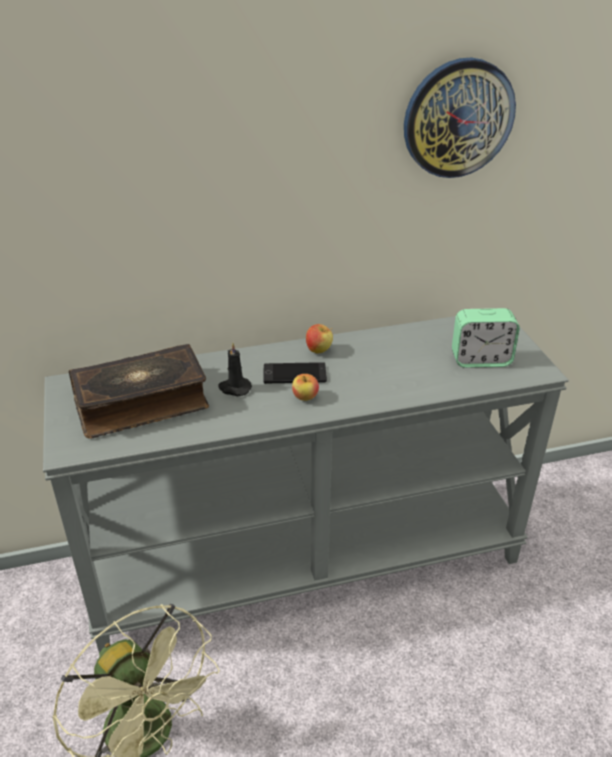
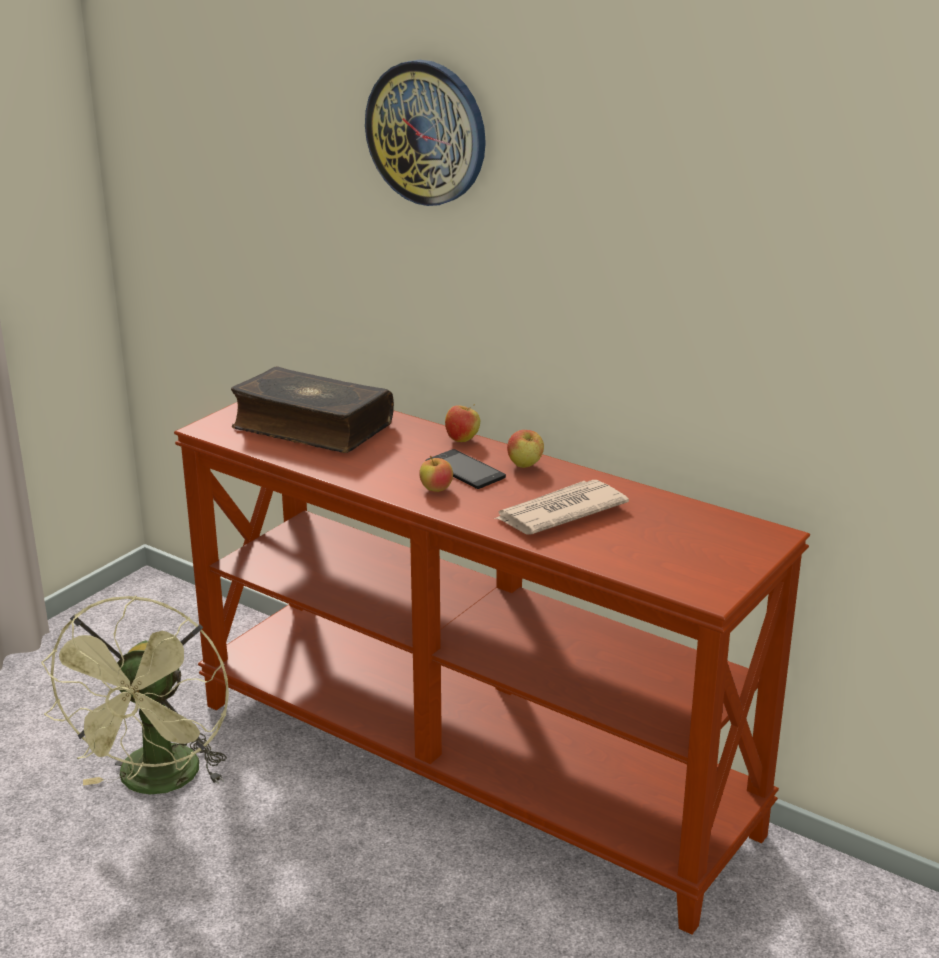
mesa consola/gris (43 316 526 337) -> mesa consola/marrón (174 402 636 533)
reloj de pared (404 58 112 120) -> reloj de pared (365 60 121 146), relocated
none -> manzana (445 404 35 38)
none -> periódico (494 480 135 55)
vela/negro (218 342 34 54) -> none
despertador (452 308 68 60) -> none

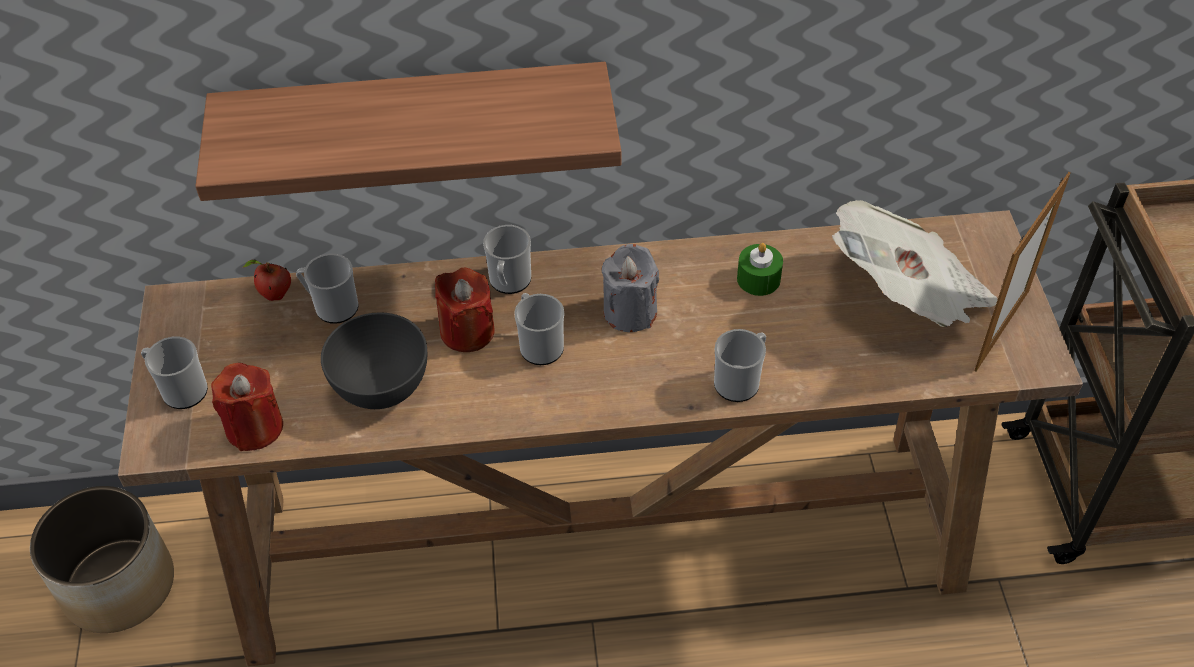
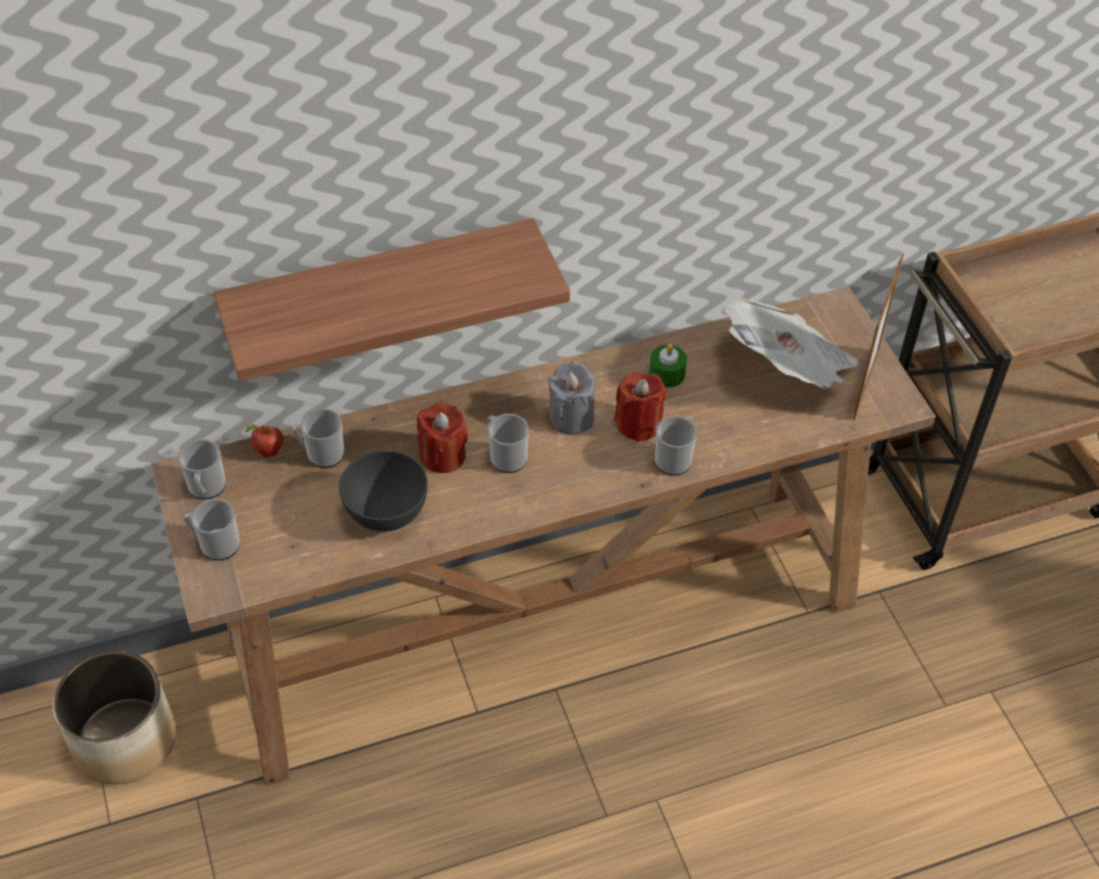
taza grande (483 225 48 69) -> taza grande (178 439 48 60), relocated
vela/rojo (211 363 72 88) -> vela/rojo (614 372 53 70), relocated

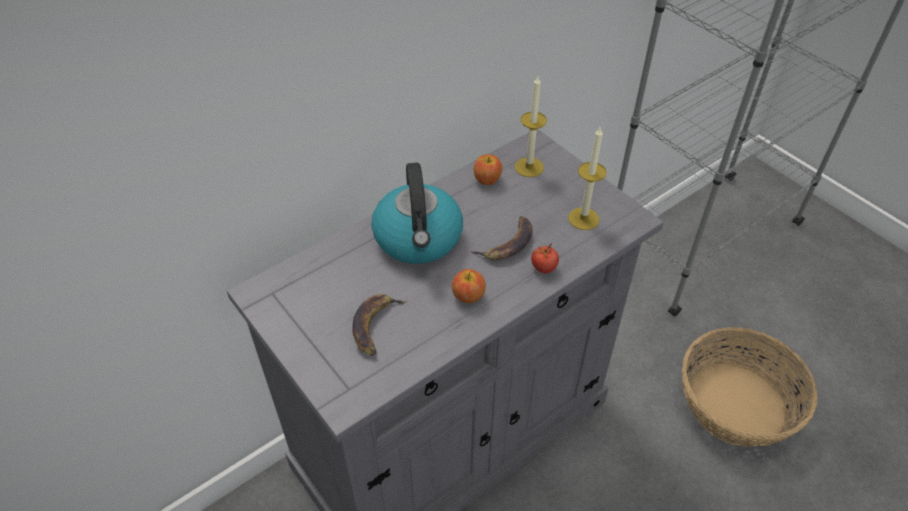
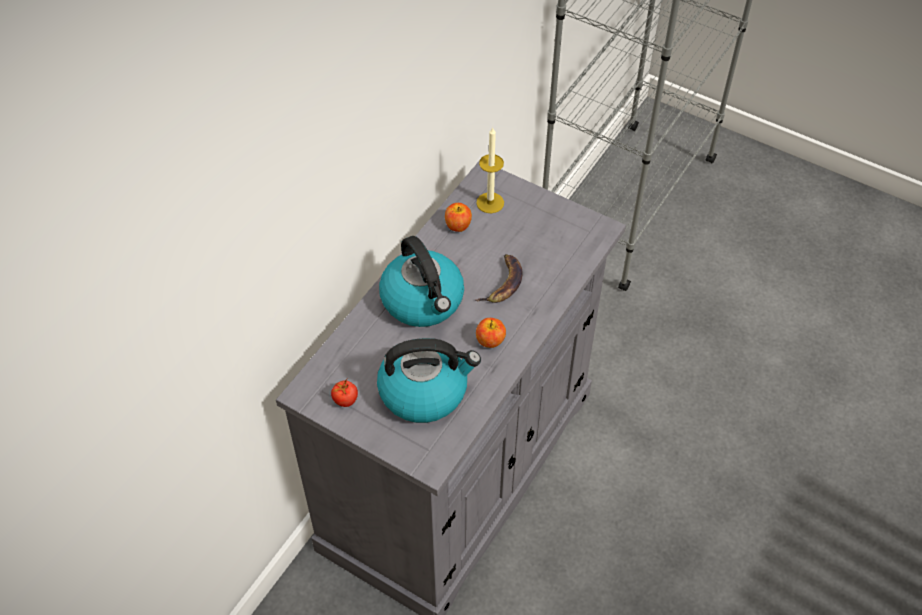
tomate (531 242 28 31) -> tomate (331 379 27 28), relocated
plátano (352 294 55 62) -> hervidor (377 338 104 85)
vela (568 127 39 103) -> none
cesta (682 327 136 120) -> none

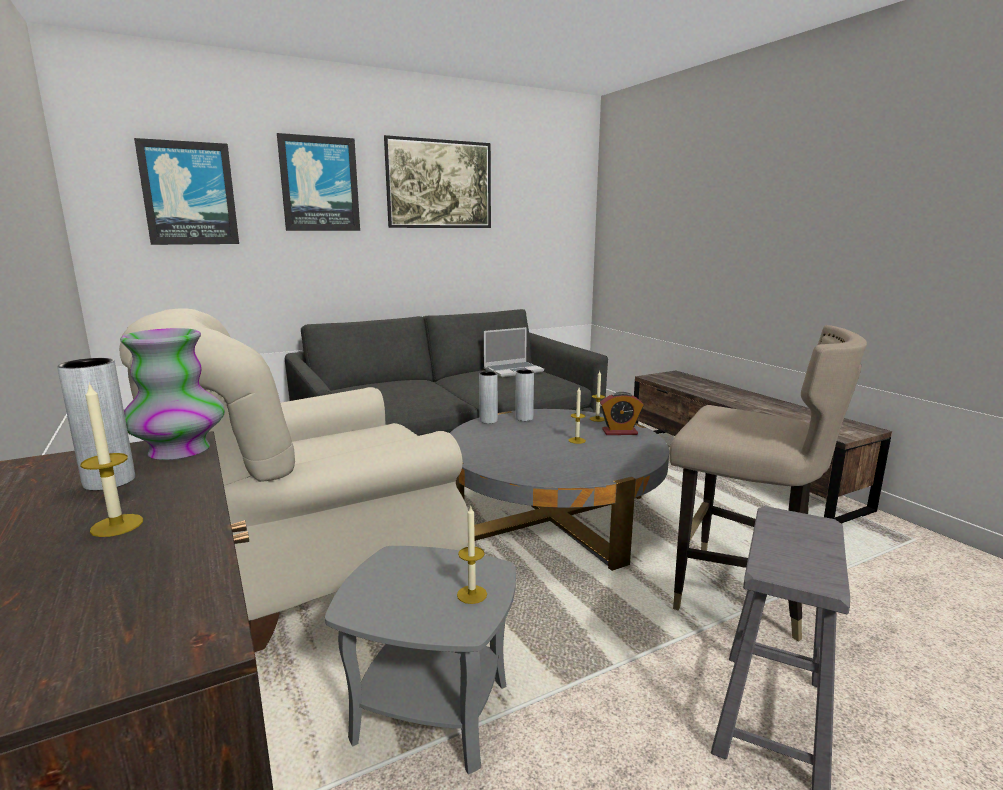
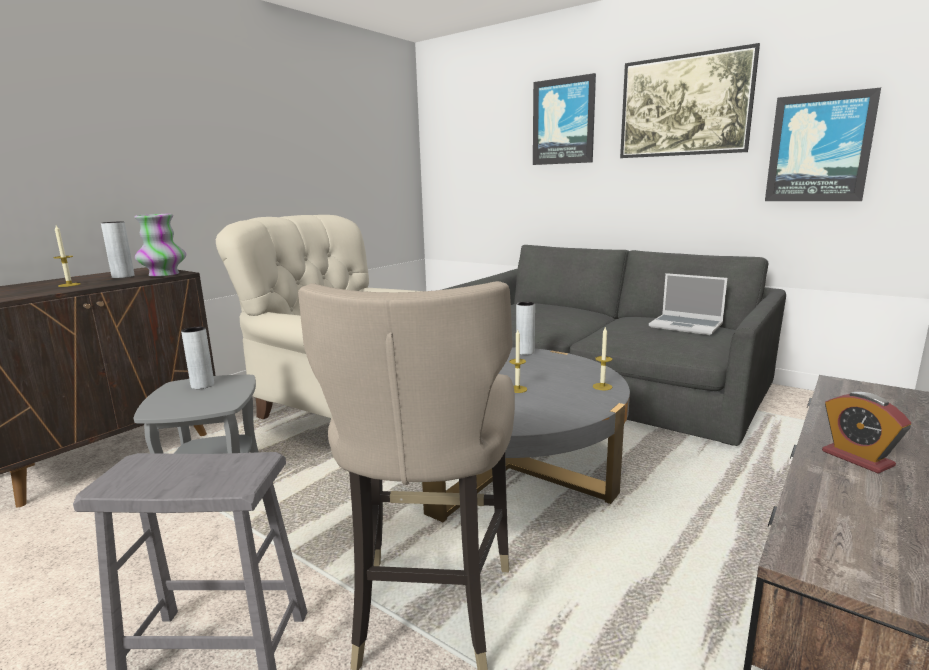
florero/gris (515 370 19 51) -> florero/gris (181 327 33 62), relocated
cuadro (134 138 105 107) -> cuadro (765 88 116 113), relocated
despertador (600 392 44 43) -> despertador (822 392 89 82), relocated
vela (457 506 30 98) -> none

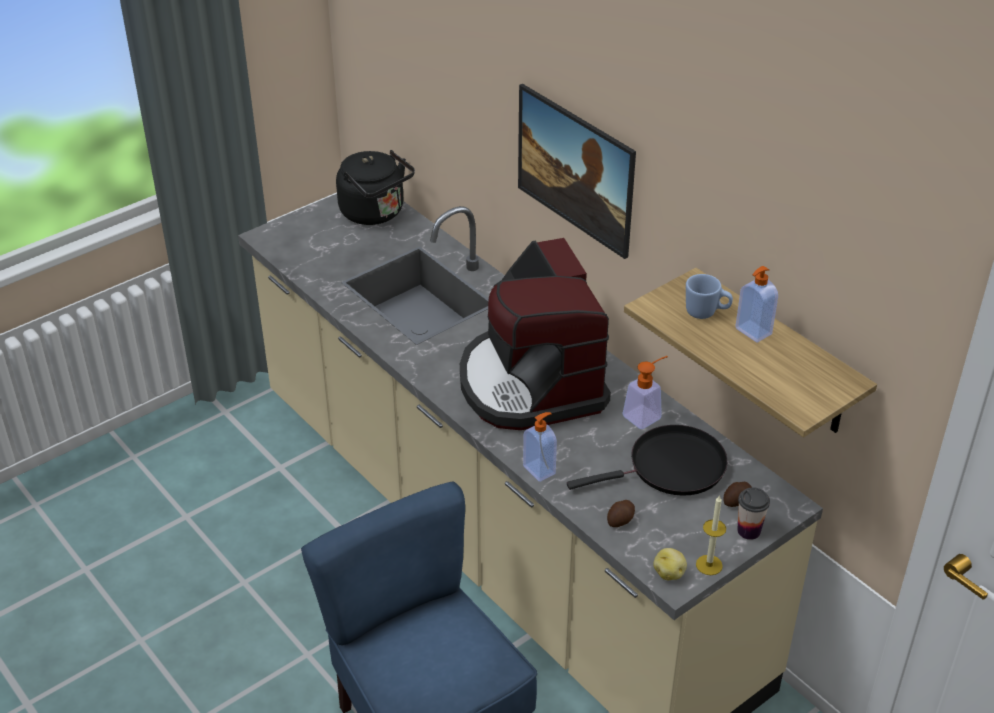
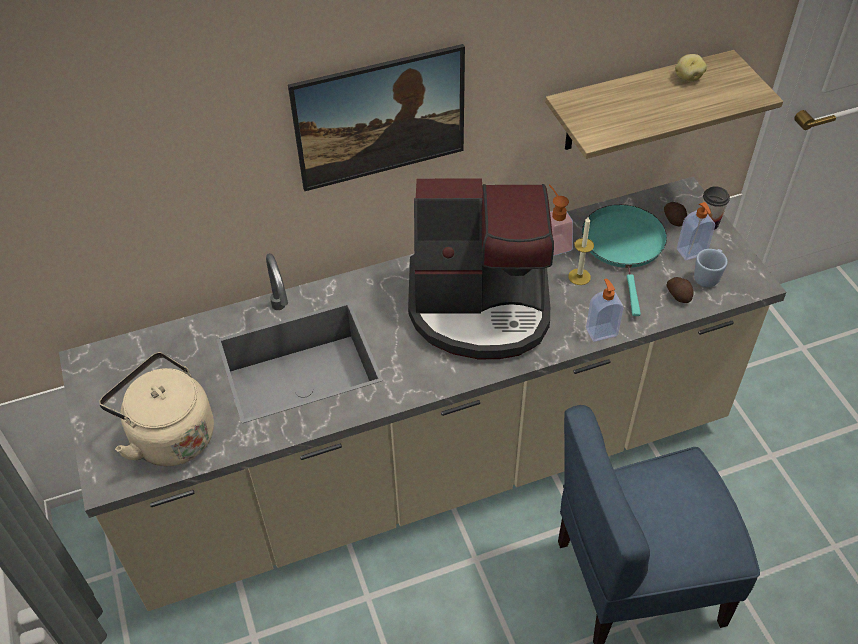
none -> hervidor/beis (99 352 115 114)
vela (696 495 30 80) -> vela (568 216 26 69), relocated
sartén/negro (567 425 161 71) -> sartén/turquesa (582 205 85 111)
patata (653 548 34 32) -> patata (675 54 32 27), relocated
dispensador de jabón (735 266 43 77) -> dispensador de jabón (677 202 38 58), relocated
taza grande/azul (686 274 47 45) -> taza grande/azul (694 249 34 38), relocated
hervidor/negro (336 150 79 75) -> none

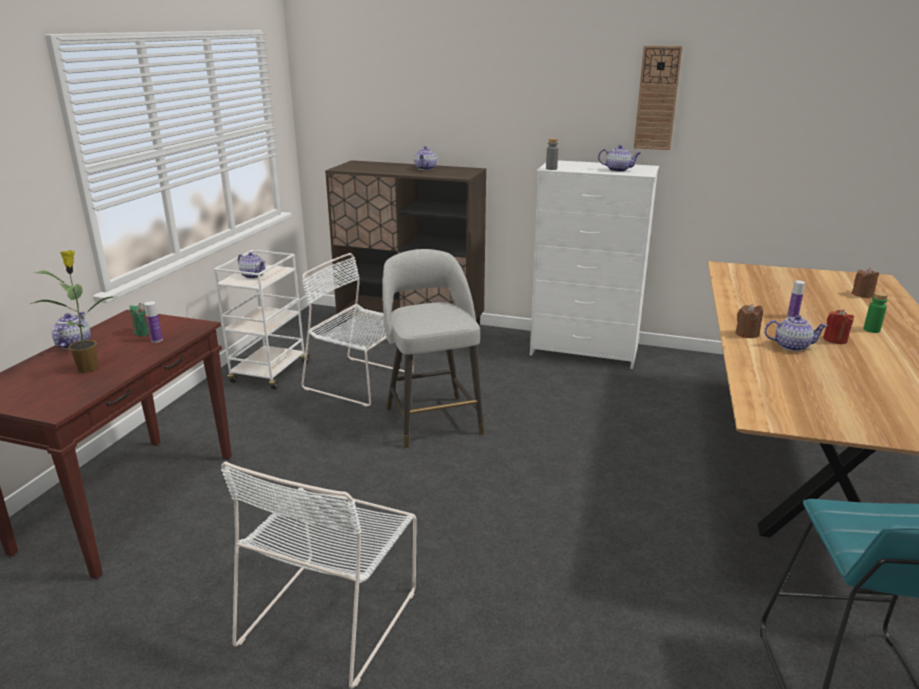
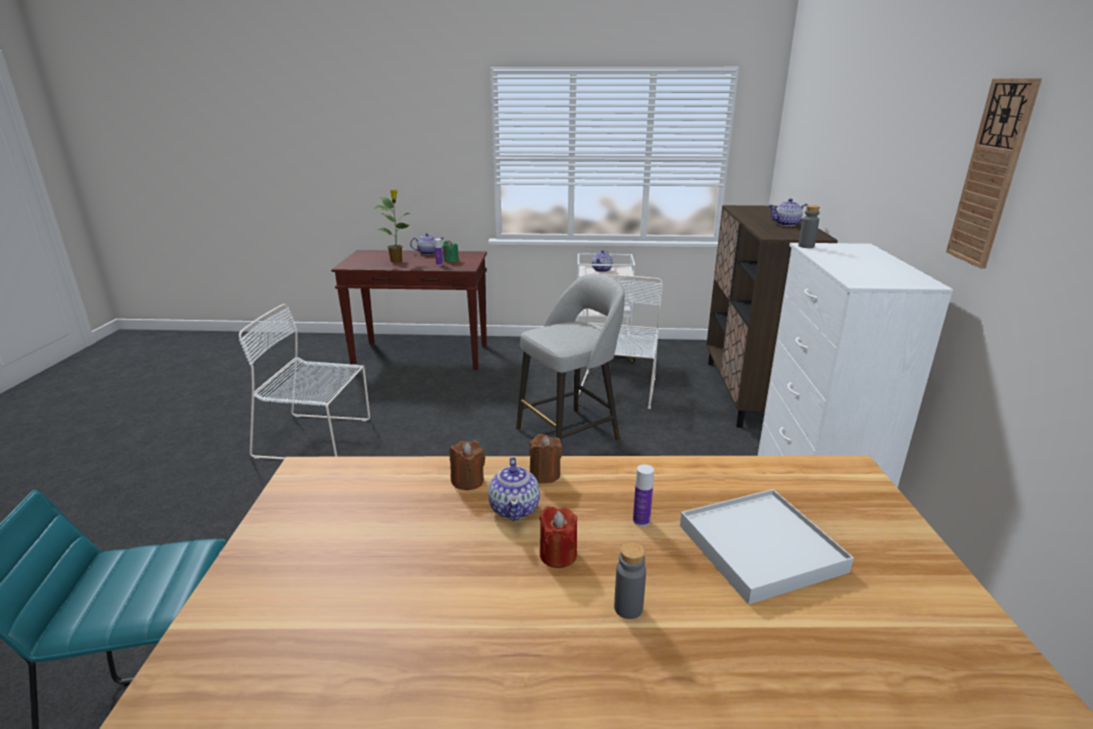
vela/marrón (851 268 28 30) -> vela/marrón (450 440 35 50), relocated
botella/verde (863 292 25 41) -> botella/gris (614 542 32 77)
none -> bandeja/blanco (680 489 174 116)
tetera (598 145 43 27) -> none

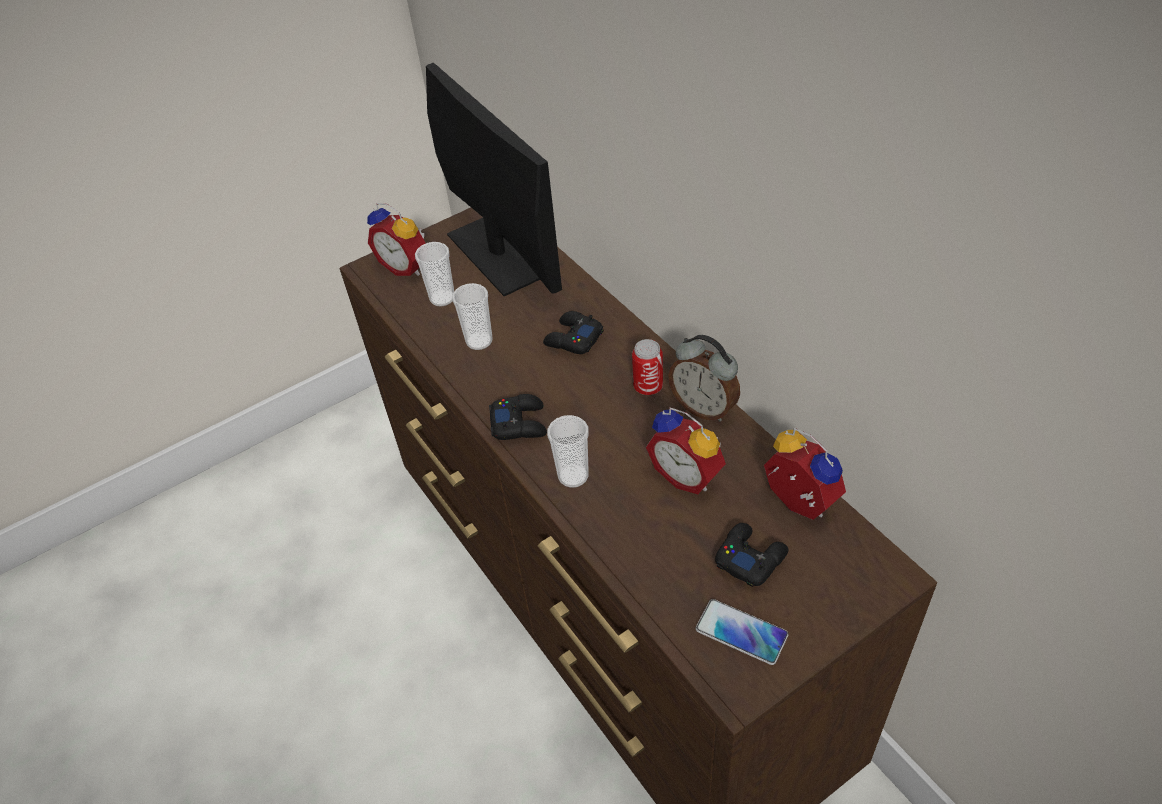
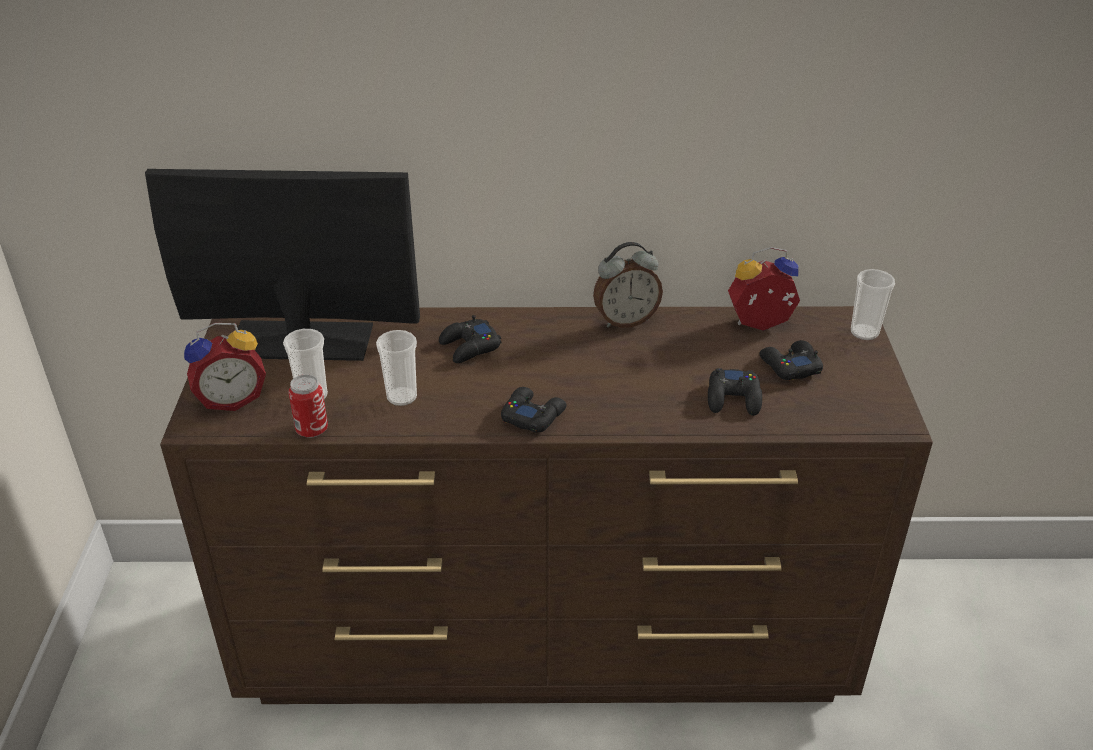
lata (632 339 31 56) -> lata (289 374 39 64), relocated
none -> mando de consola/negro (708 368 54 48)
taza (547 415 42 73) -> taza (851 269 44 71), relocated
despertador (646 407 80 87) -> none
móvil (695 599 93 66) -> none

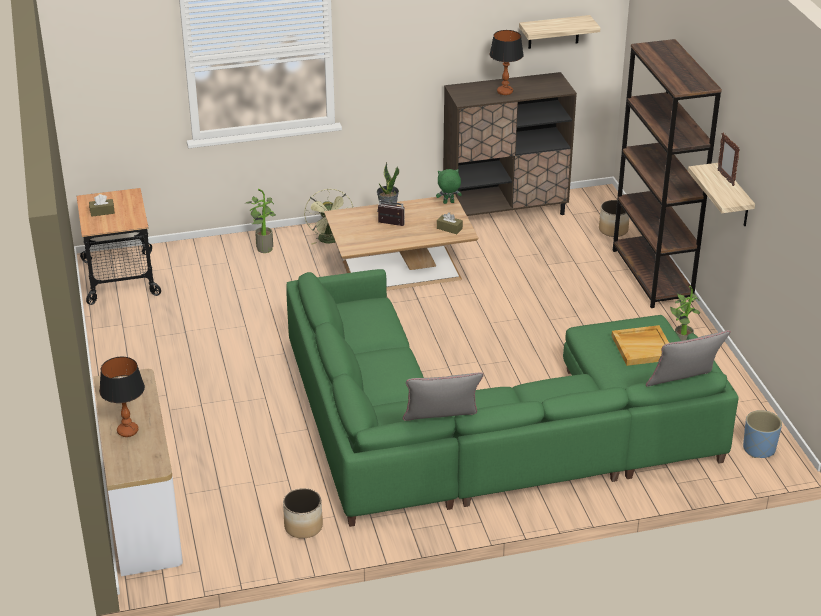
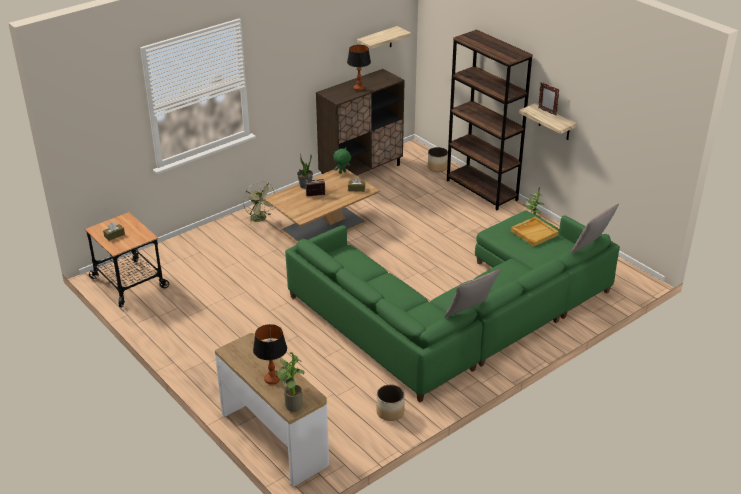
planta en maceta (244 189 32 64) -> planta en maceta (276 352 29 60), relocated
maceta/azul (743 410 39 48) -> none

